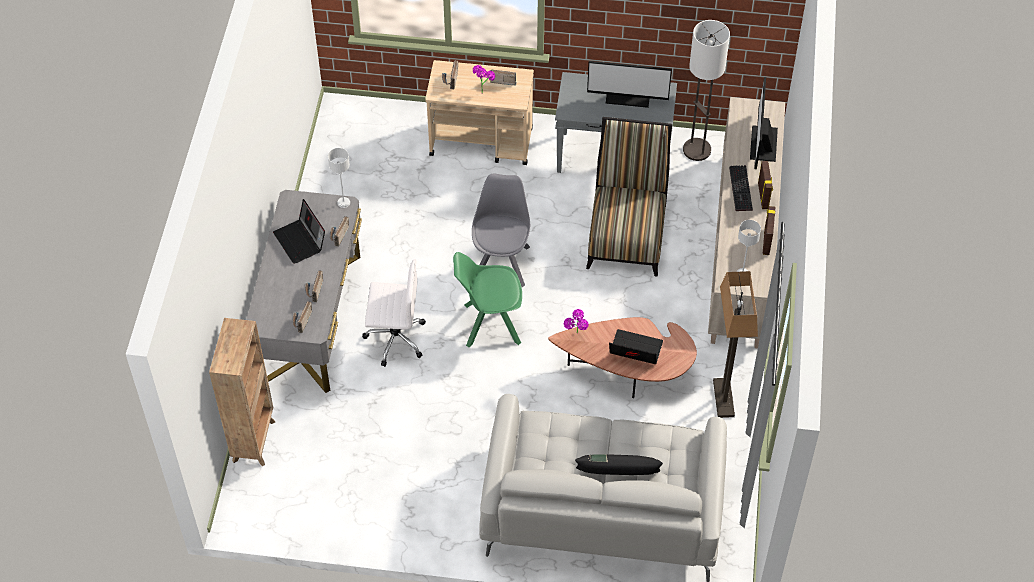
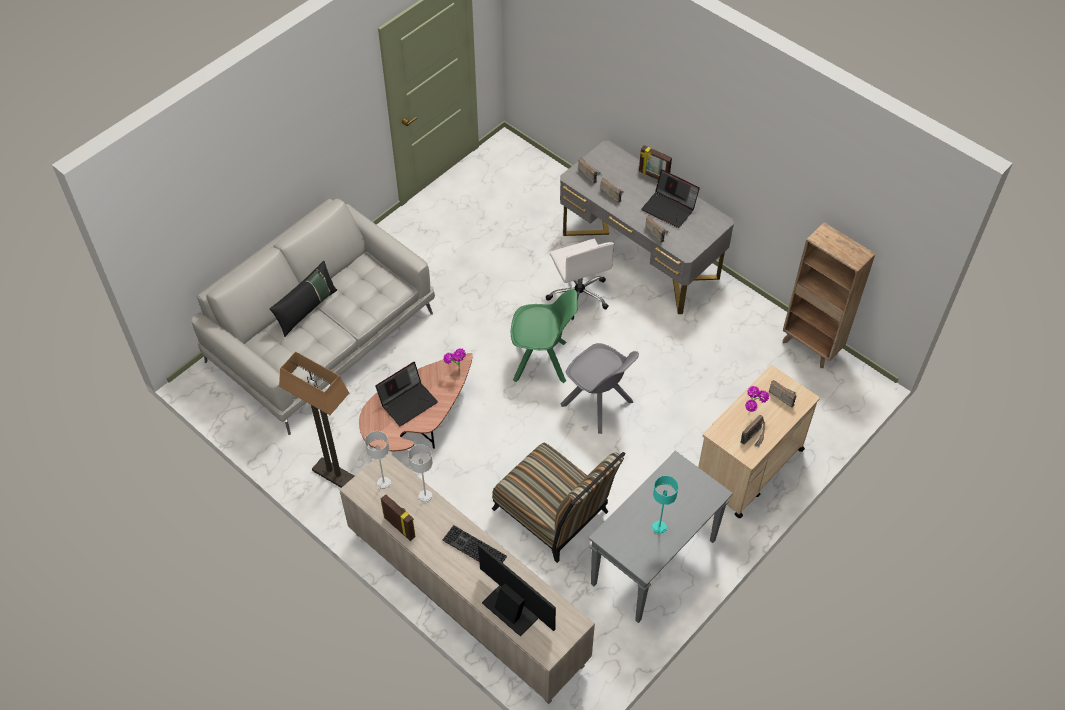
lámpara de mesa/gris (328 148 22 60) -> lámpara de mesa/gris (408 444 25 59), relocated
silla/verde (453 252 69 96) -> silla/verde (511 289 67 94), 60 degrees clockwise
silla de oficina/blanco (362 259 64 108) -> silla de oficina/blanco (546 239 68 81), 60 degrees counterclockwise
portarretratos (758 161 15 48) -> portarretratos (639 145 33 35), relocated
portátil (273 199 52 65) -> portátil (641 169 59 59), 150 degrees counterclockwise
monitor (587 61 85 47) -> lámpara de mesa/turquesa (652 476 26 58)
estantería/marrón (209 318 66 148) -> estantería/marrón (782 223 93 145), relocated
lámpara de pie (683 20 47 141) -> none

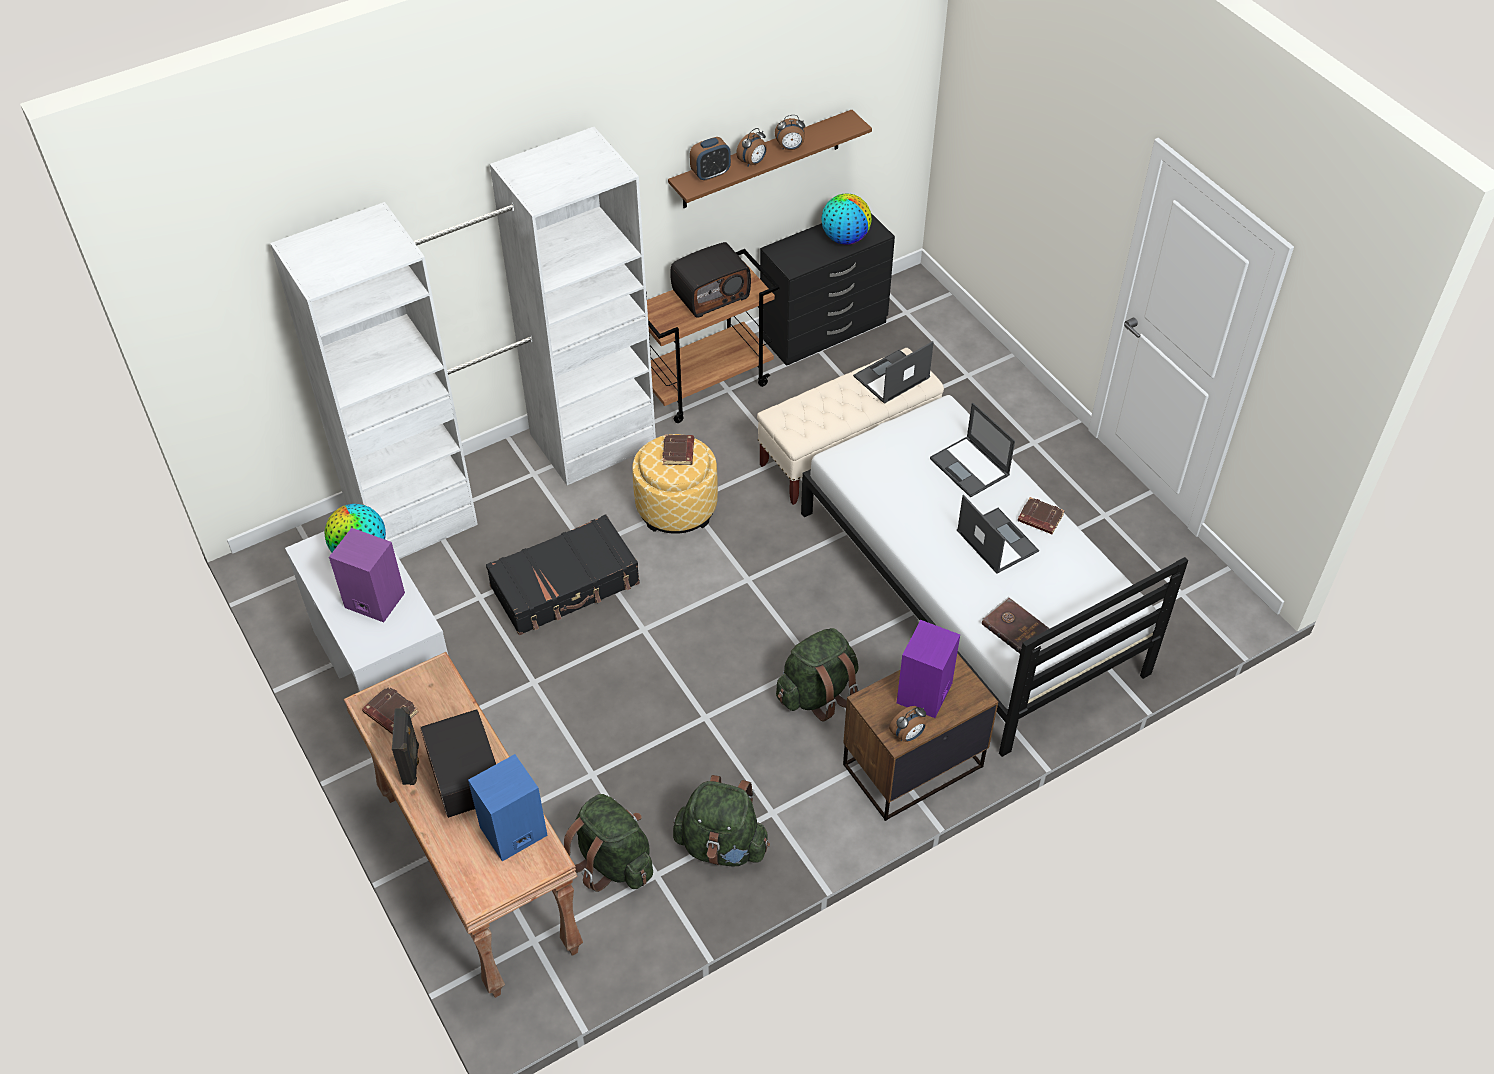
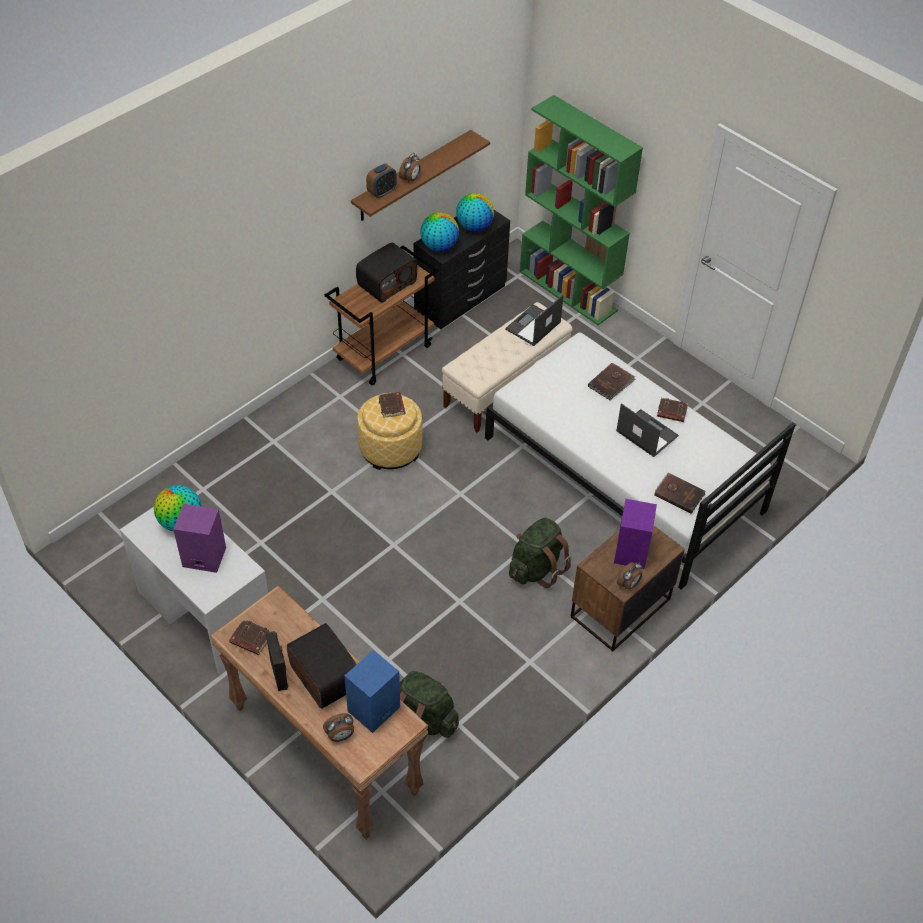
despertador (775 115 30 35) -> despertador (323 713 31 29), relocated
none -> globo terráqueo (421 213 38 39)
none -> estantería/verde (520 95 123 230)
portátil (930 403 85 95) -> libro/marrón (588 363 48 37)
armario ropero/blanco (270 127 386 432) -> none
maleta/negro (486 514 154 121) -> none
mochila/verde (673 775 97 92) -> none

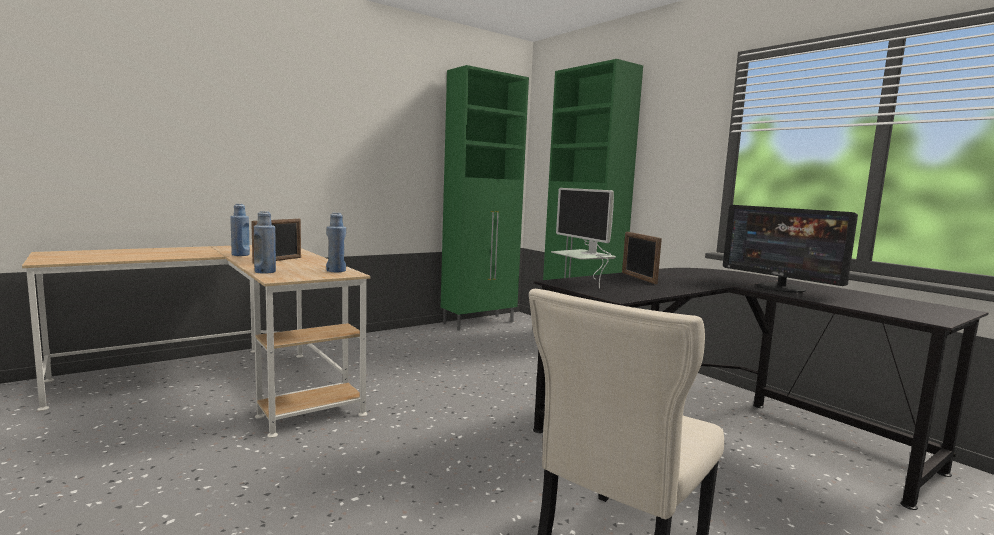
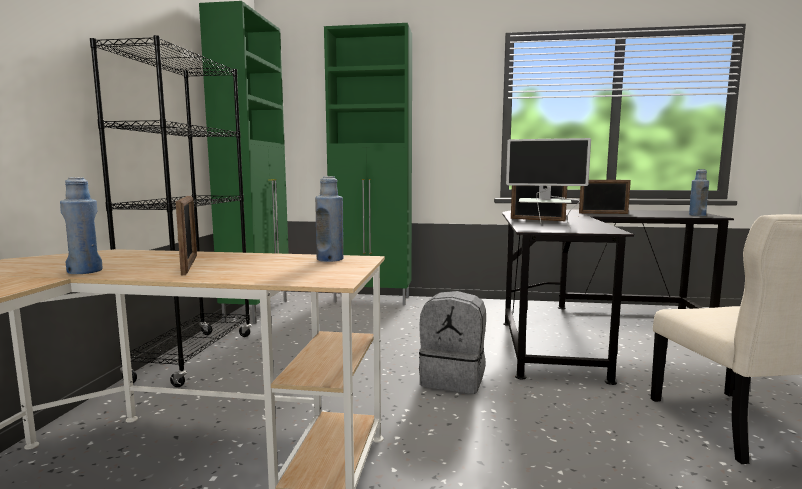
none -> estantería/negro (90 35 162 352)
none -> mochila/gris (419 291 67 103)
monitor (723 205 135 88) -> portarretratos (579 180 52 34)
botella/azul (254 211 22 63) -> botella/azul (689 169 20 47), relocated

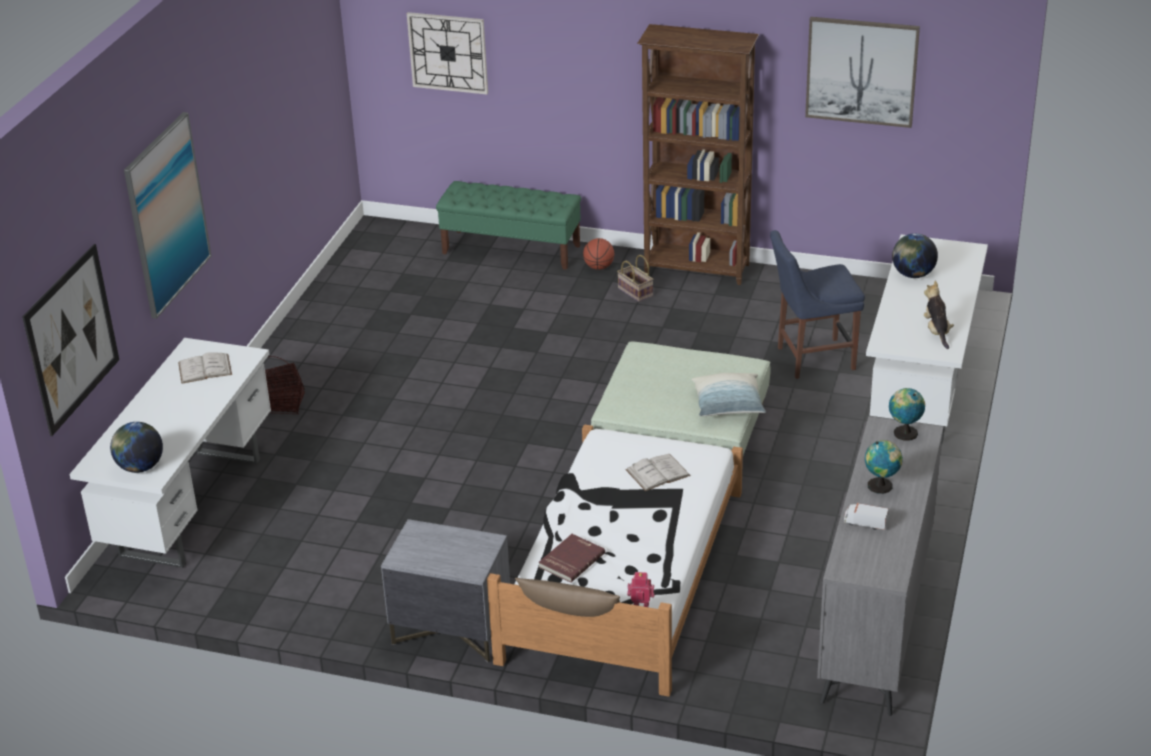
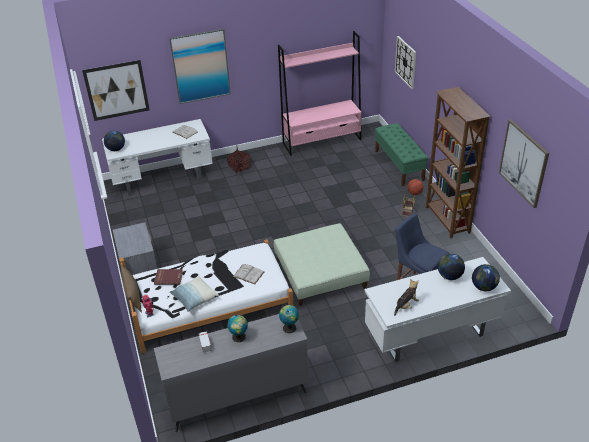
cojín (692 373 74 43) -> cojín (169 276 50 36), relocated
none -> estantería/rosa (278 31 84 125)
none -> globo terráqueo (472 264 28 27)

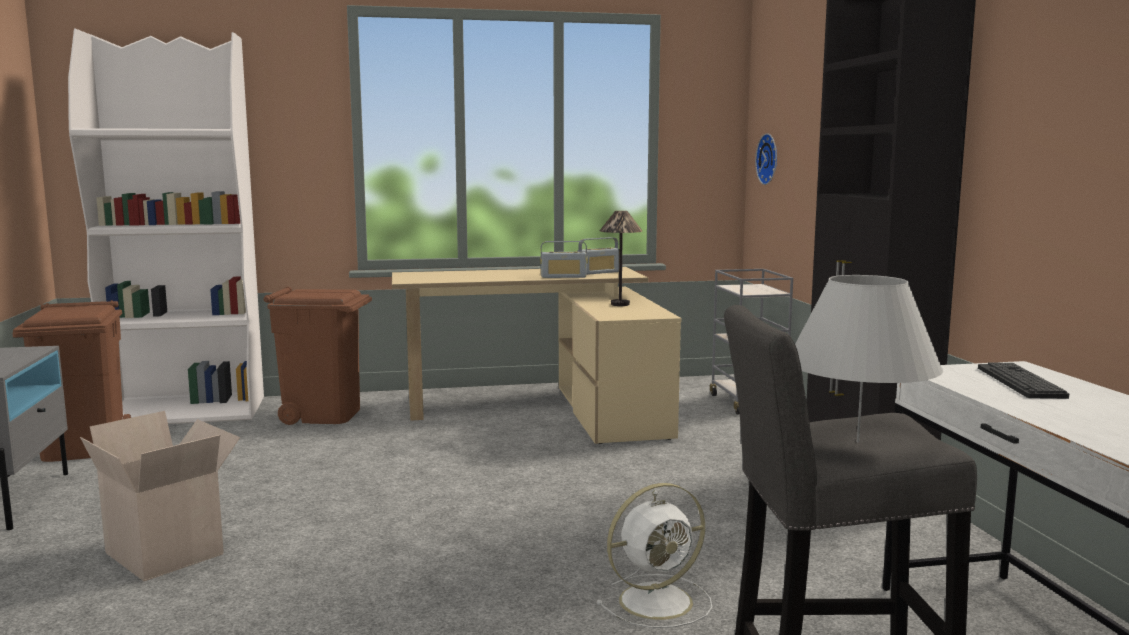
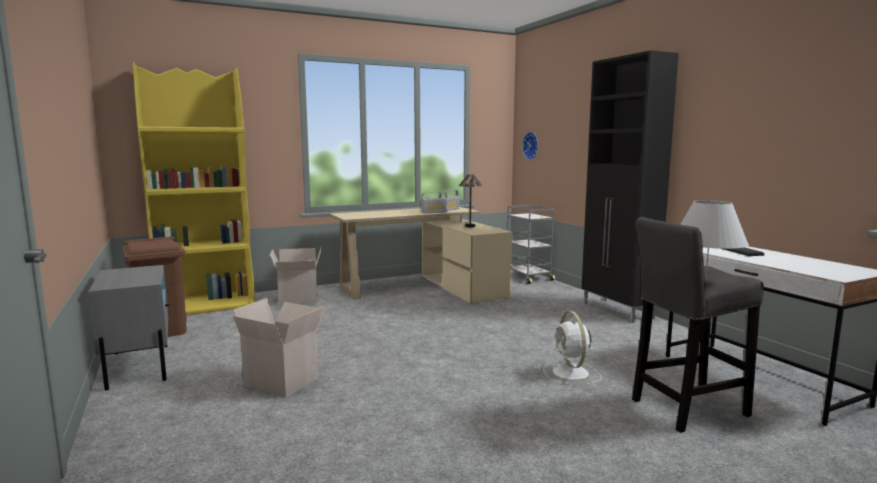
estantería/blanco (68 29 196 395) -> estantería/amarillo (133 62 122 253)
papelera/marrón (263 287 109 138) -> caja de cartón (270 248 51 58)
ventilador/blanco (596 483 116 145) -> ventilador/blanco (543 311 59 74), 120 degrees clockwise

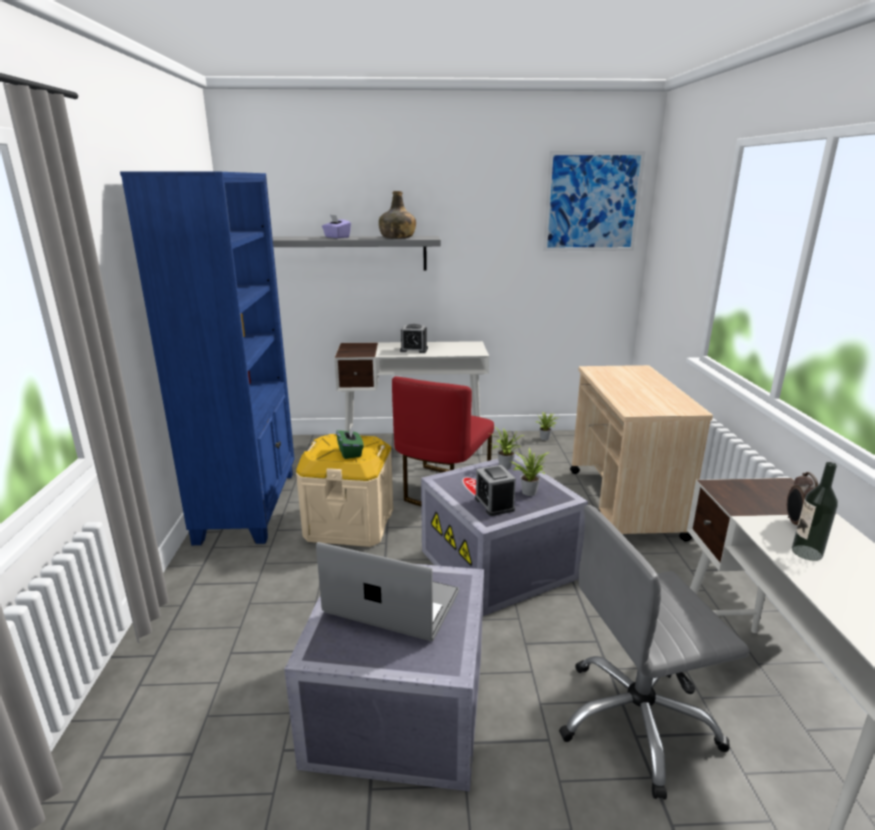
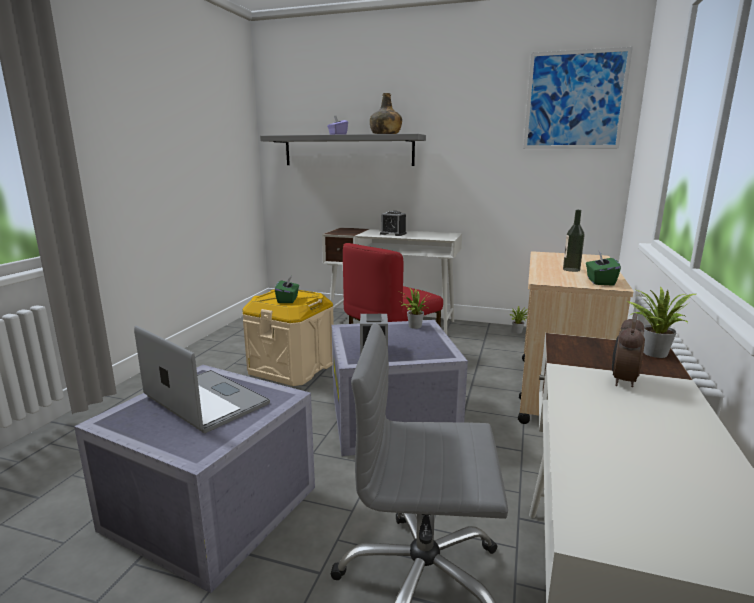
botella (792 462 46 99) -> botella (563 210 22 62), relocated
none -> caja de pañuelos/verde (586 250 35 36)
planta en maceta (510 448 39 48) -> planta en maceta (627 287 69 71), relocated
estantería/azul (120 172 175 373) -> none

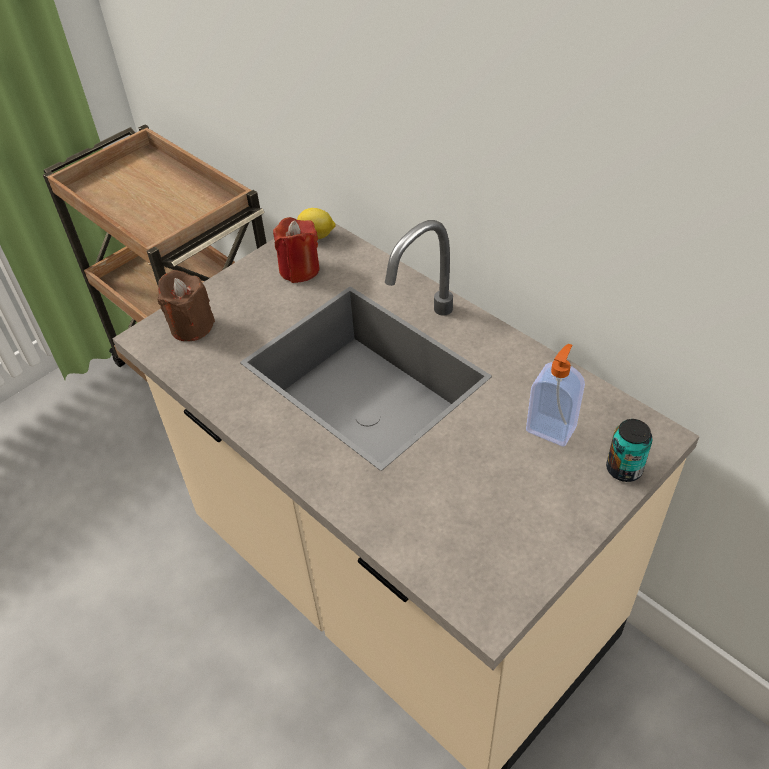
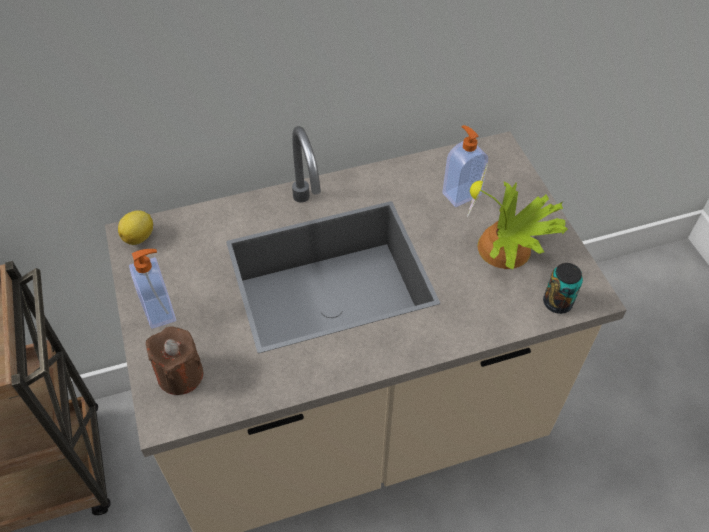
none -> dispensador de jabón (129 249 47 80)
none -> planta en maceta (467 164 101 106)
lata (606 419 47 63) -> lata (543 263 40 51), relocated
vela/rojo (273 217 46 66) -> none

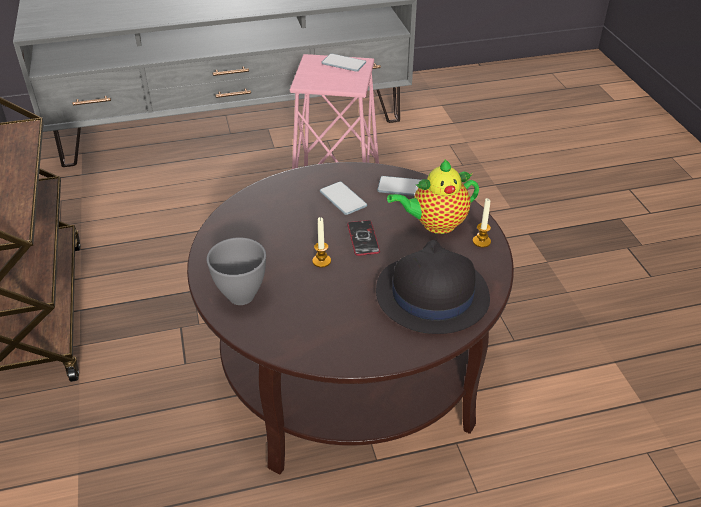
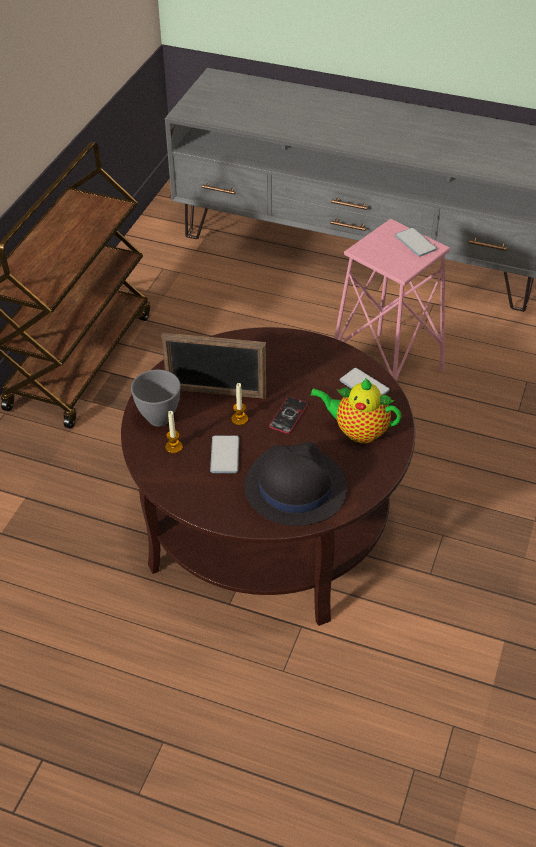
none -> portarretratos (161 332 105 67)
vela (473 198 18 50) -> vela (165 411 18 42), relocated
móvil (320 181 47 34) -> móvil (210 435 29 38), relocated

